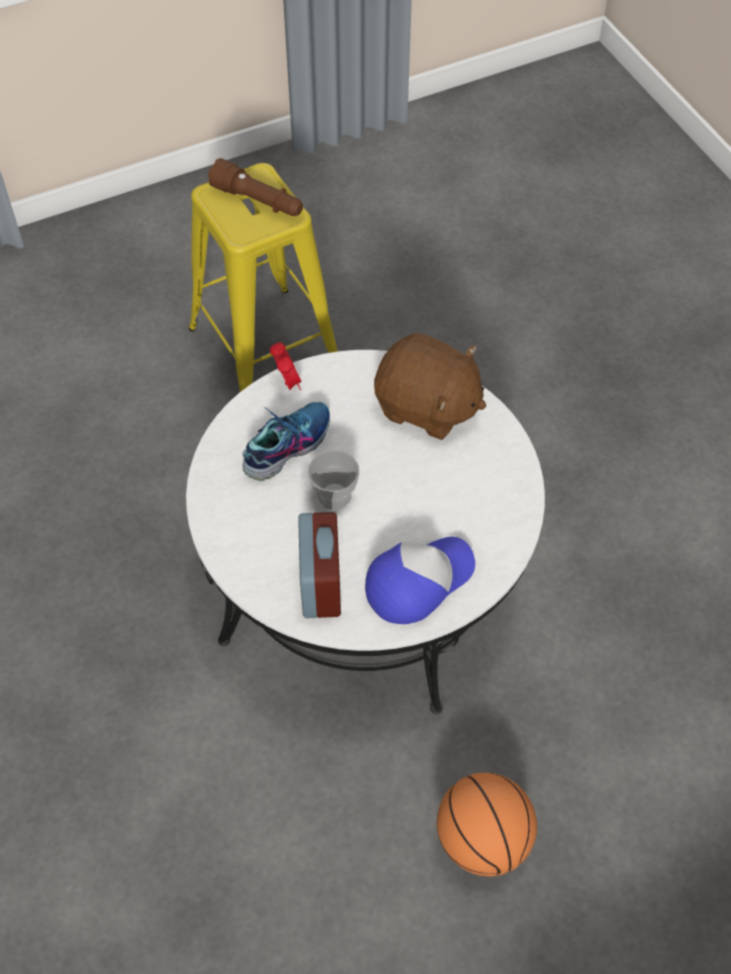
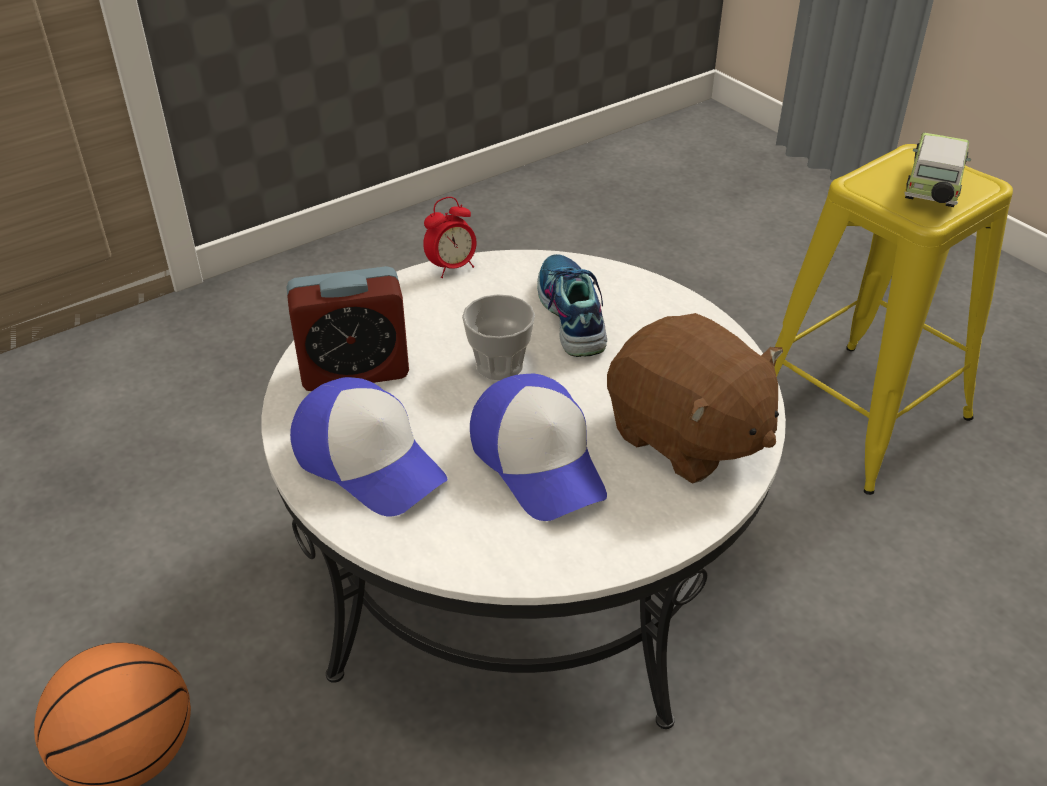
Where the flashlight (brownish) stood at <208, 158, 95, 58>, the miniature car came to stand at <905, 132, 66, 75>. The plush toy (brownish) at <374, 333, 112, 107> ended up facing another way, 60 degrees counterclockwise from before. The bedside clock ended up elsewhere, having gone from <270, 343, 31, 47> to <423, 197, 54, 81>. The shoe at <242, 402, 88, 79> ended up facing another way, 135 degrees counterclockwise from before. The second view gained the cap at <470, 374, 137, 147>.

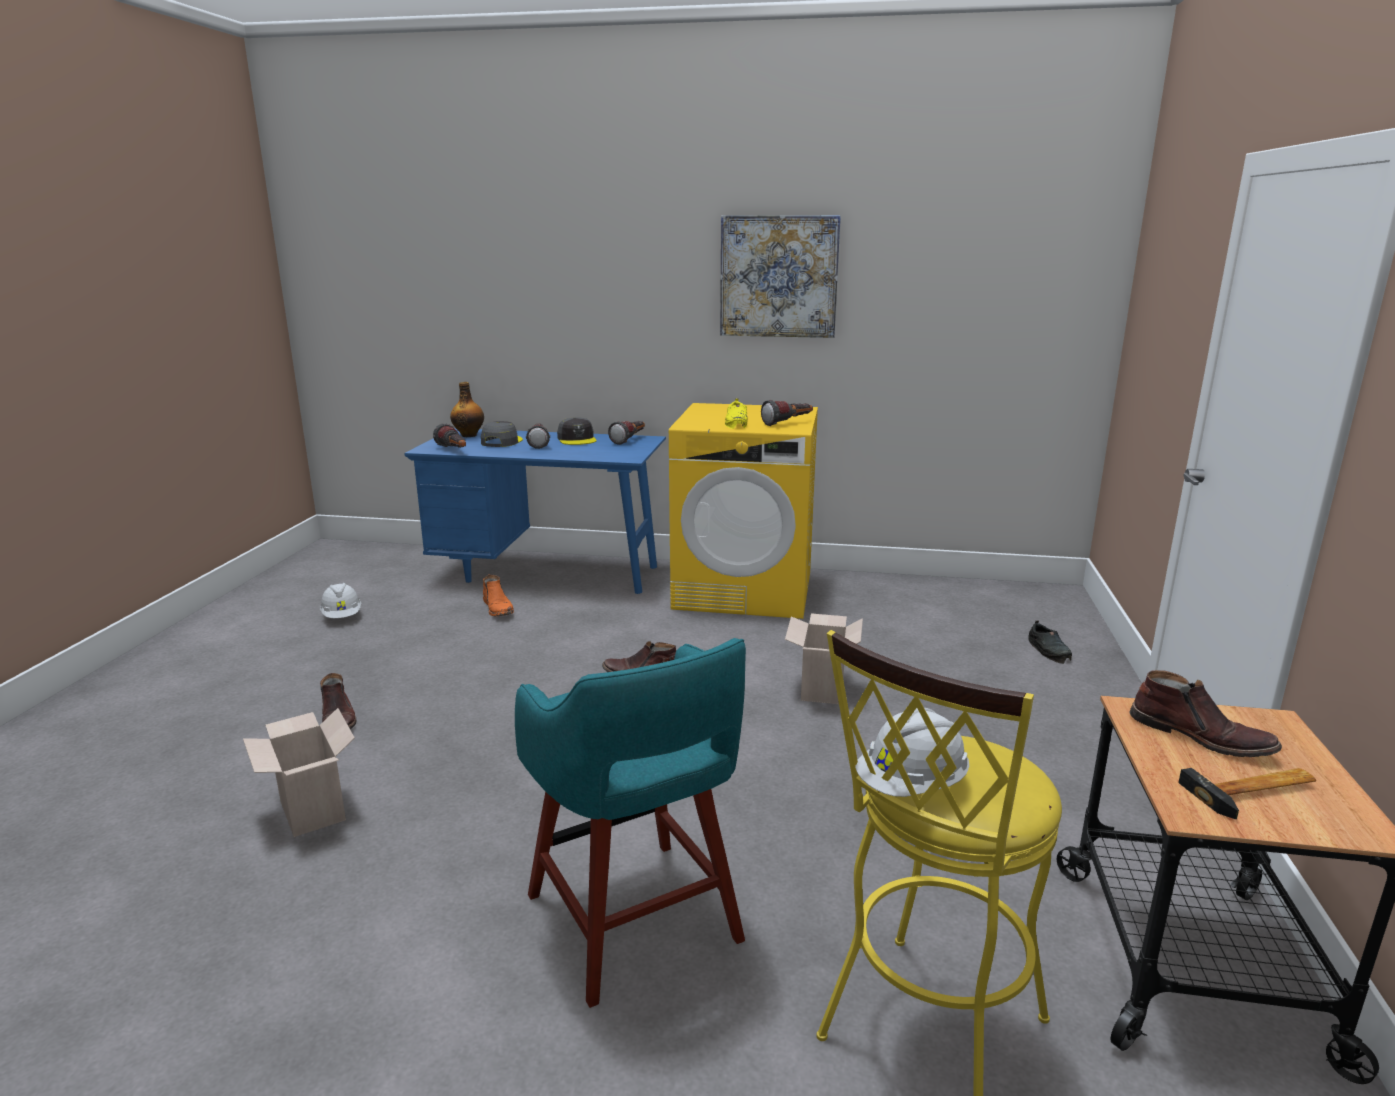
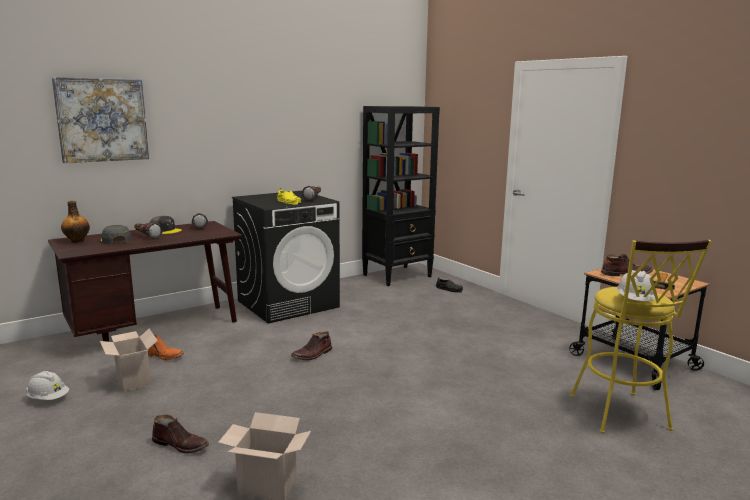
The picture ended up elsewhere, having gone from <720, 215, 121, 123> to <52, 77, 97, 86>. What was the washing machine (yellowish) at <669, 403, 149, 216> turned into the washing machine (black-coloured) at <232, 191, 108, 133>. The second view lost the flashlight at <433, 423, 33, 25>. What was the desk (bluish) at <404, 428, 262, 166> turned into the desk (brownish) at <48, 221, 194, 121>. The packing box ended up elsewhere, having gone from <785, 613, 78, 91> to <100, 329, 58, 63>. The second view lost the stool seat (blue-green) at <515, 638, 231, 370>. The second view gained the shelving unit (black-coloured) at <362, 106, 78, 180>.

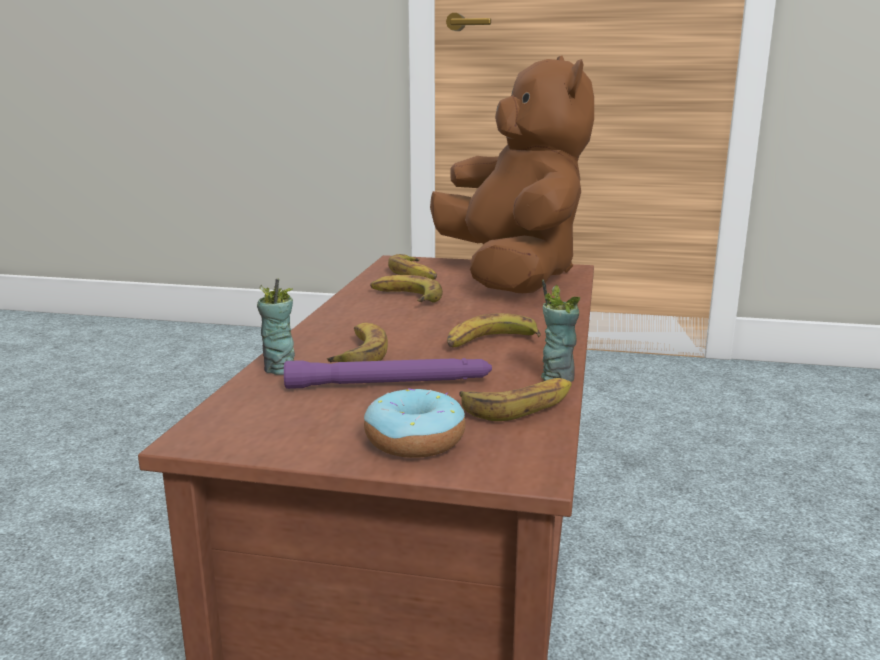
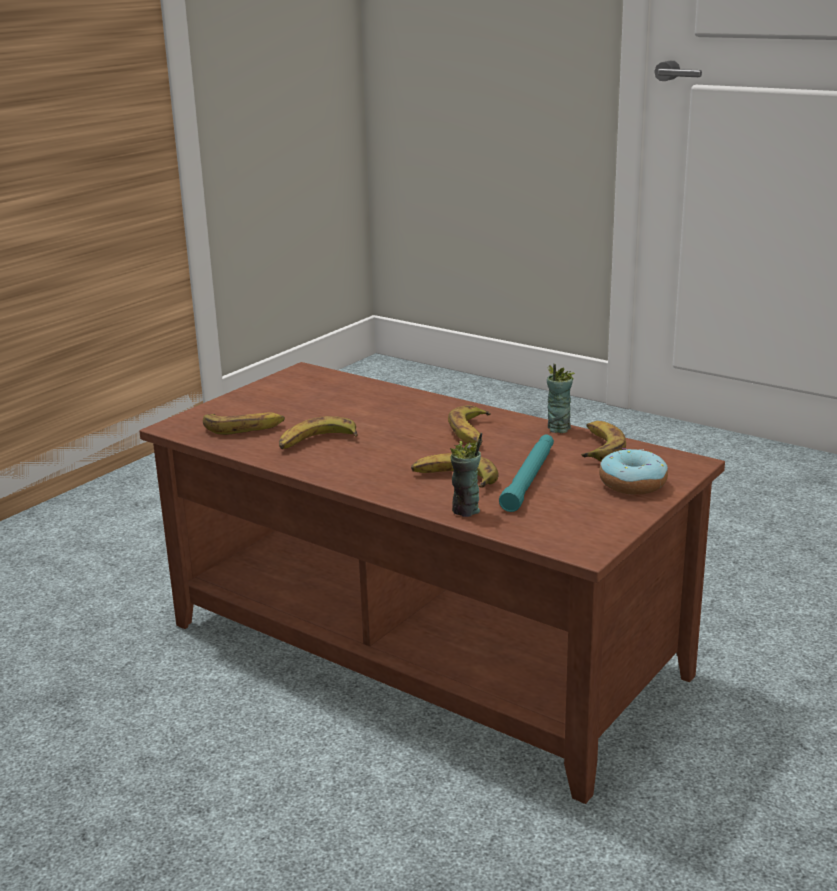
The second view lost the plush toy (brownish) at <430, 56, 164, 237>. What was the flashlight (purple) at <284, 358, 208, 31> turned into the flashlight (blue-green) at <499, 435, 55, 77>.

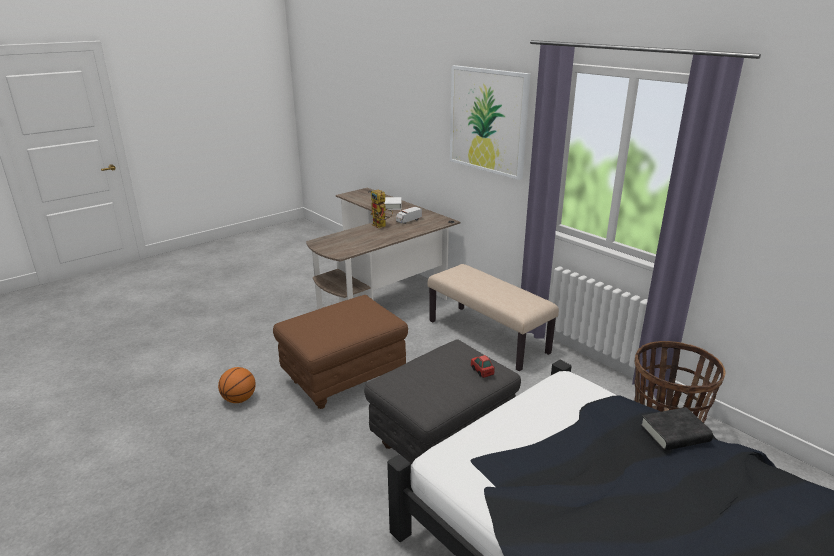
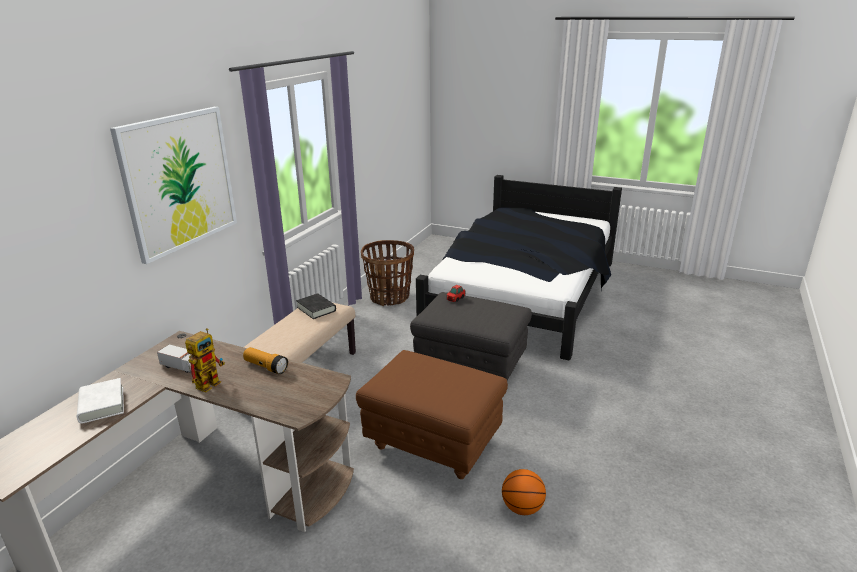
The volume (black-coloured) ended up elsewhere, having gone from <640, 407, 73, 44> to <296, 294, 40, 25>. The second view gained the flashlight at <243, 347, 45, 27>.

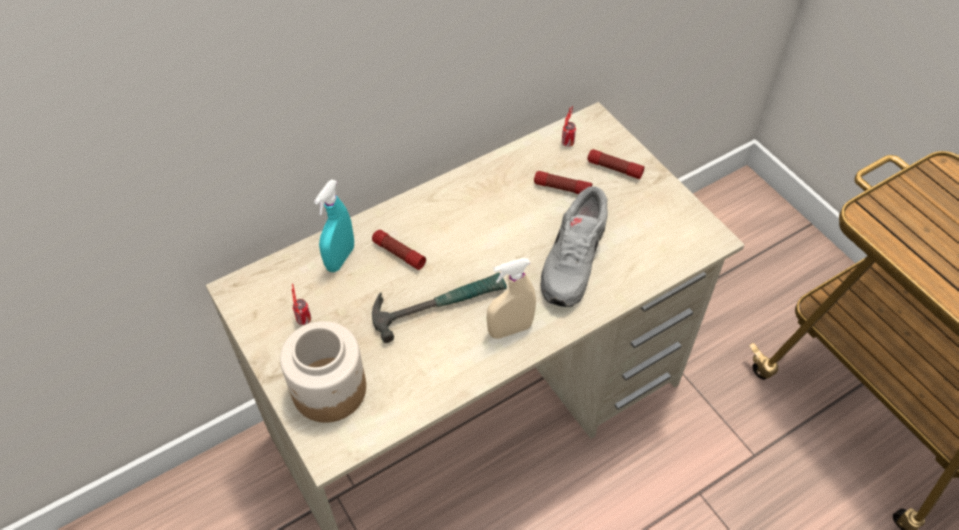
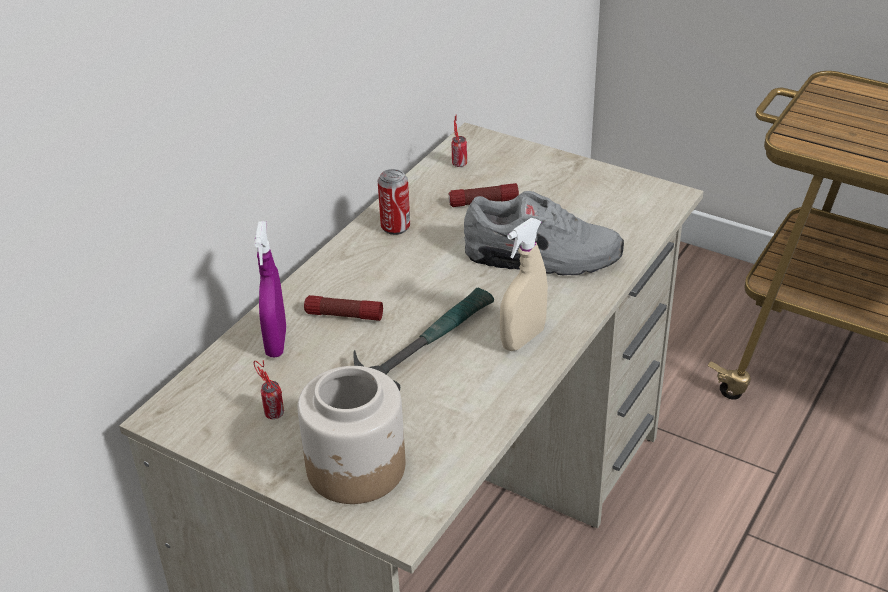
The second view lost the flashlight at <587, 149, 58, 30>. What was the spray bottle (blue-green) at <314, 179, 40, 93> turned into the spray bottle (purple) at <254, 221, 32, 136>. The shoe (gray) at <541, 187, 67, 120> ended up facing another way, 75 degrees counterclockwise from before. The second view gained the sealed can at <377, 169, 33, 66>.

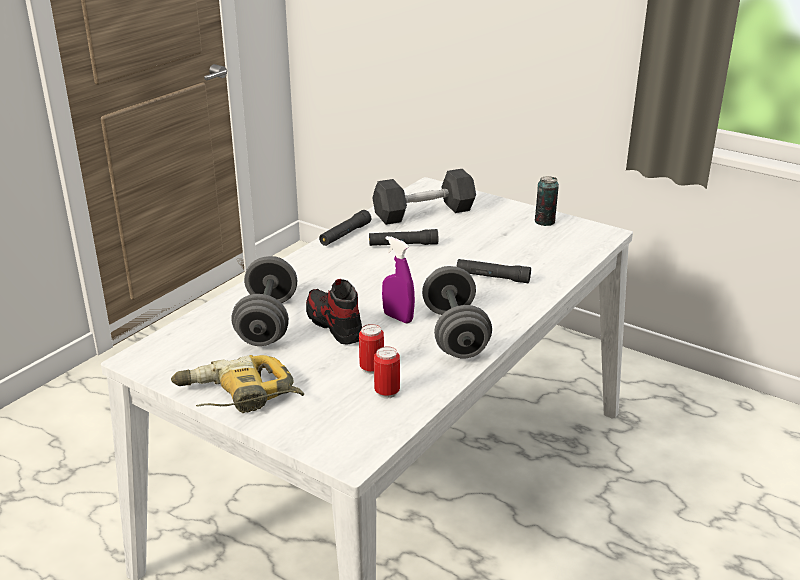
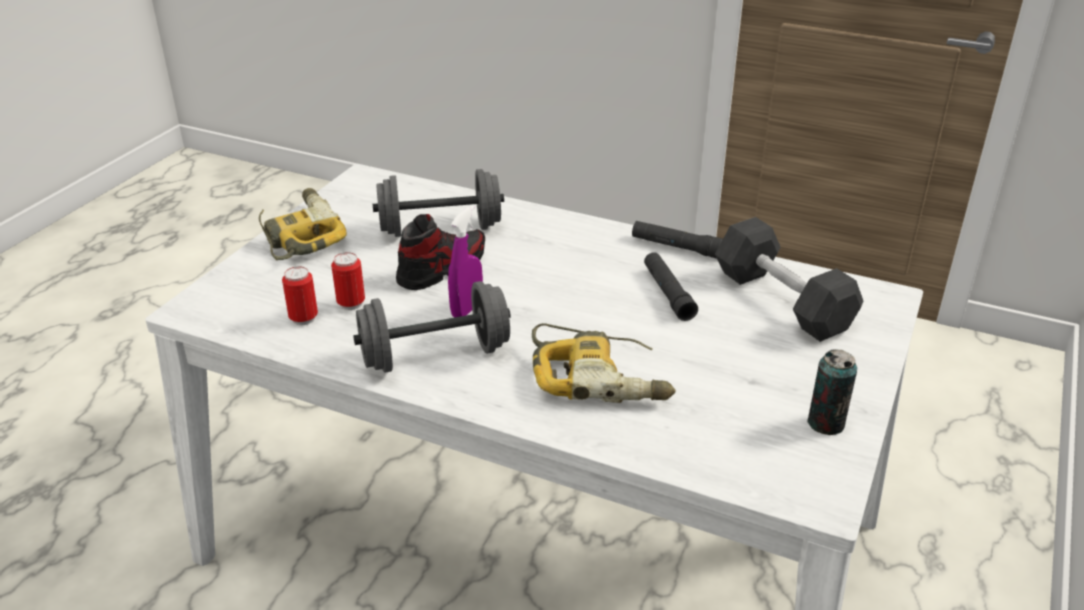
Where the flashlight (black-coloured) stood at <456, 259, 75, 24>, the power drill came to stand at <532, 323, 144, 80>.

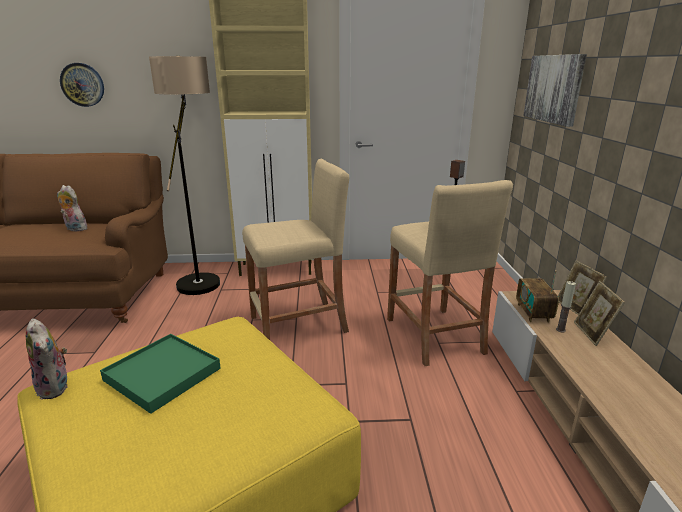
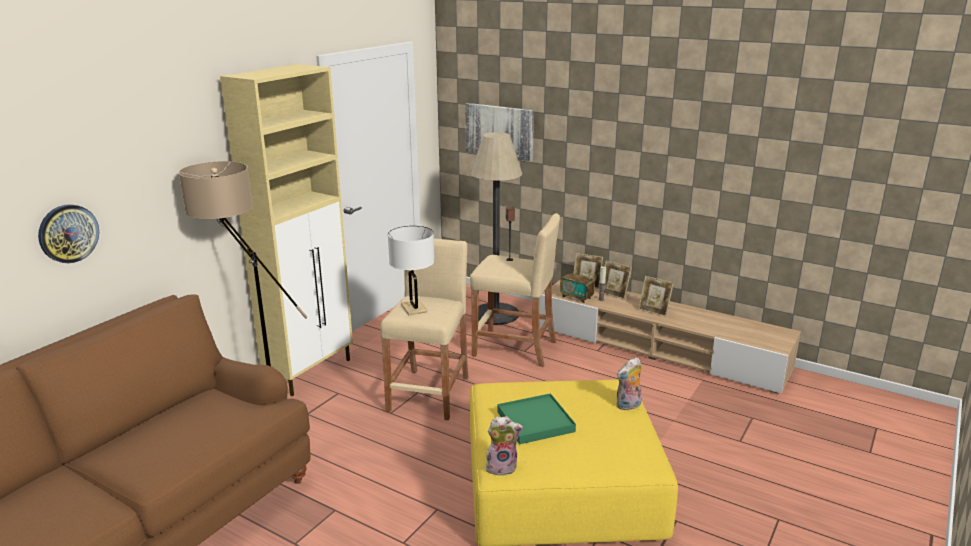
The plush toy ended up elsewhere, having gone from <57, 185, 30, 47> to <616, 357, 26, 54>. The second view gained the standard lamp at <471, 132, 51, 193>. The second view gained the tabletop lamp (white-coloured) at <388, 226, 47, 89>. The second view gained the picture frame at <638, 276, 36, 41>.

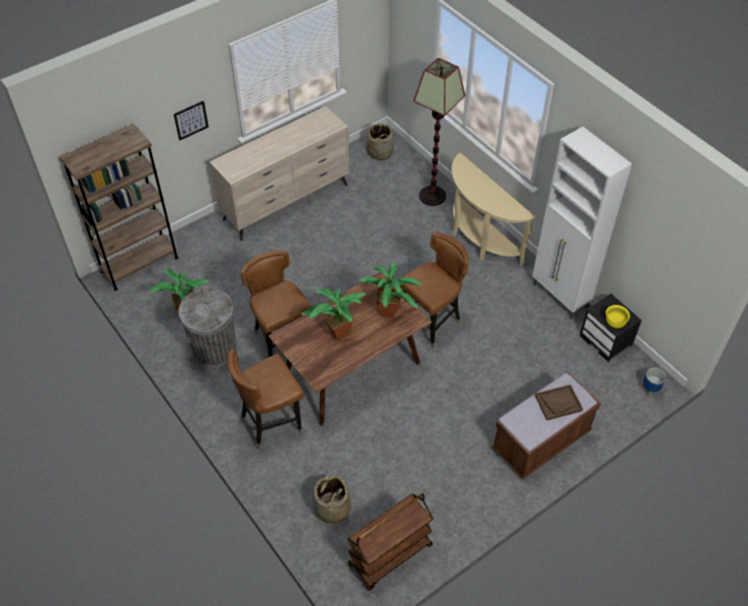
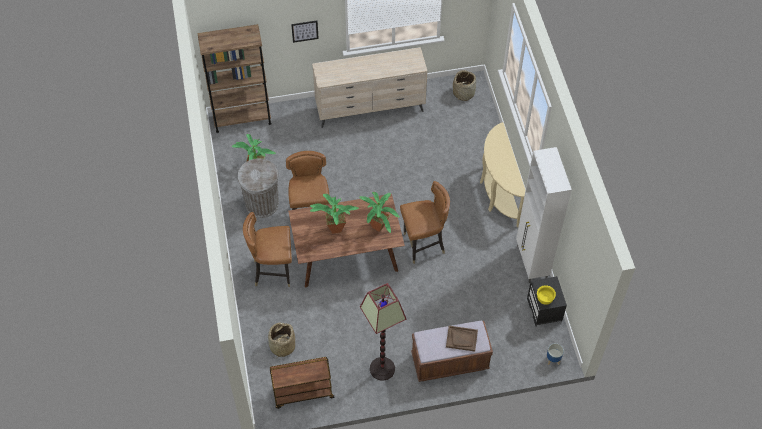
The standard lamp ended up elsewhere, having gone from <413, 58, 52, 148> to <360, 283, 47, 98>.

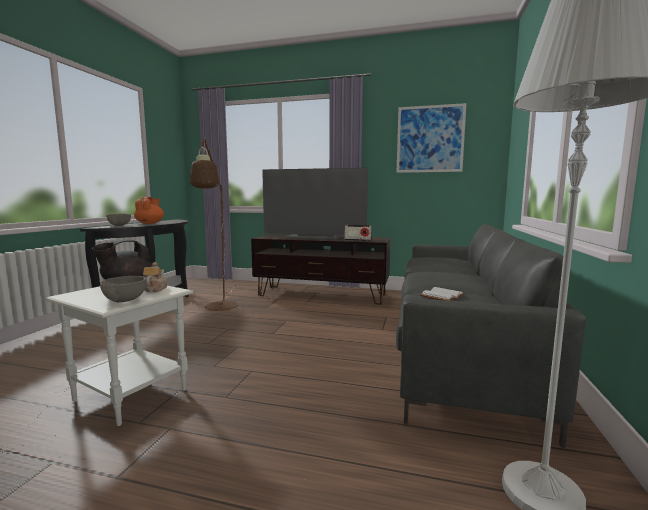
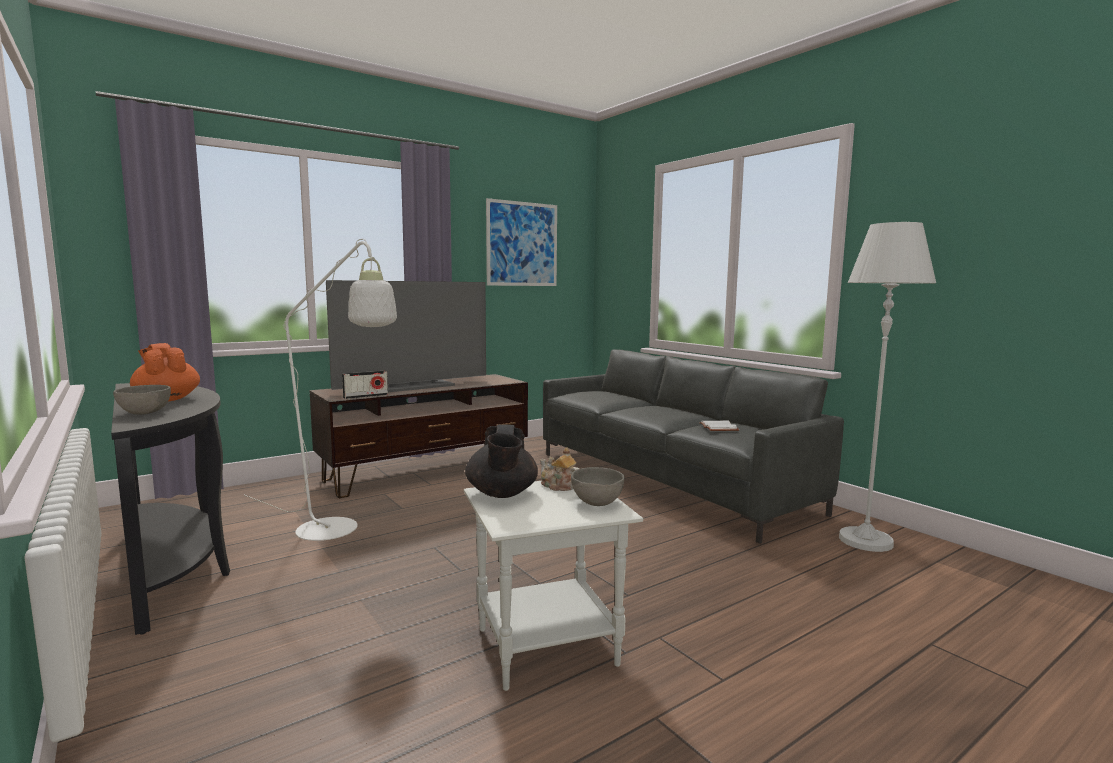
What was the standard lamp (brownish) at <190, 137, 48, 174> turned into the standard lamp (white-coloured) at <245, 239, 152, 302>. The radio receiver ended up elsewhere, having gone from <345, 225, 27, 16> to <342, 371, 46, 28>.

